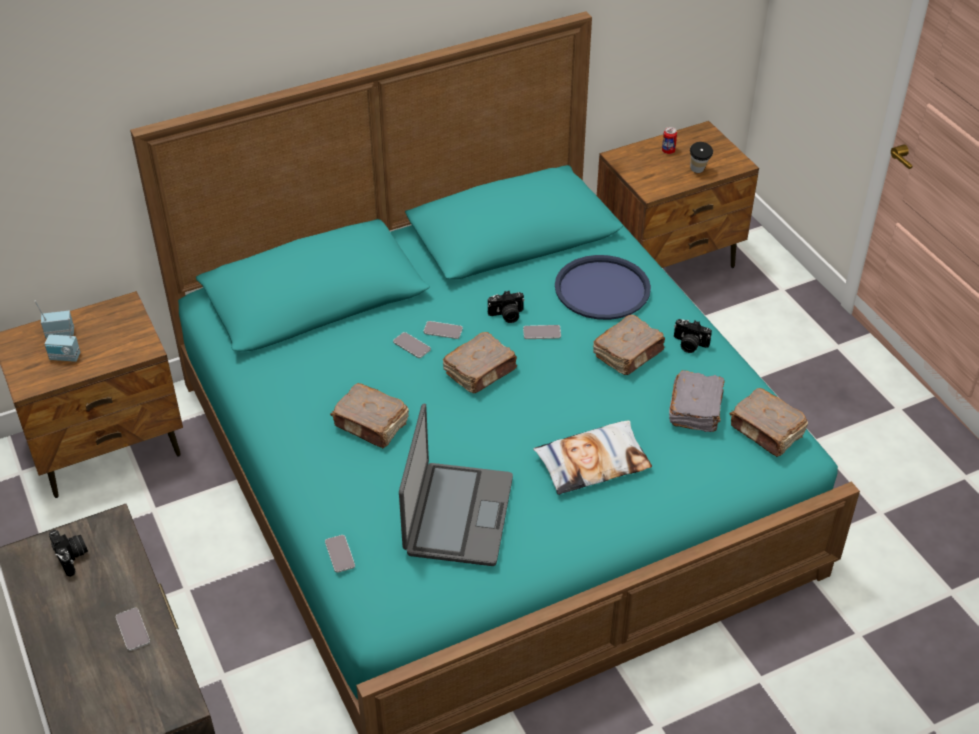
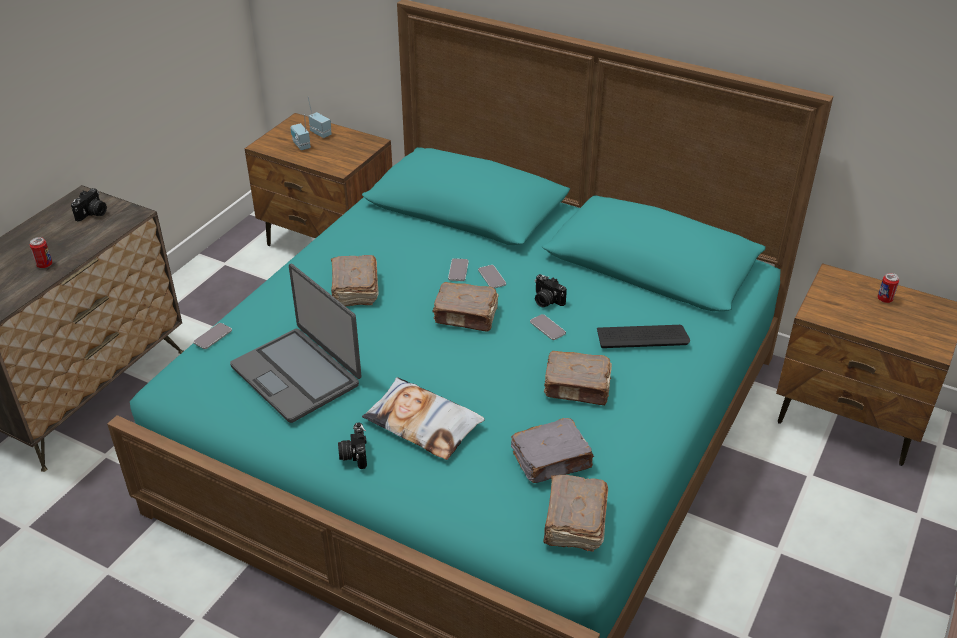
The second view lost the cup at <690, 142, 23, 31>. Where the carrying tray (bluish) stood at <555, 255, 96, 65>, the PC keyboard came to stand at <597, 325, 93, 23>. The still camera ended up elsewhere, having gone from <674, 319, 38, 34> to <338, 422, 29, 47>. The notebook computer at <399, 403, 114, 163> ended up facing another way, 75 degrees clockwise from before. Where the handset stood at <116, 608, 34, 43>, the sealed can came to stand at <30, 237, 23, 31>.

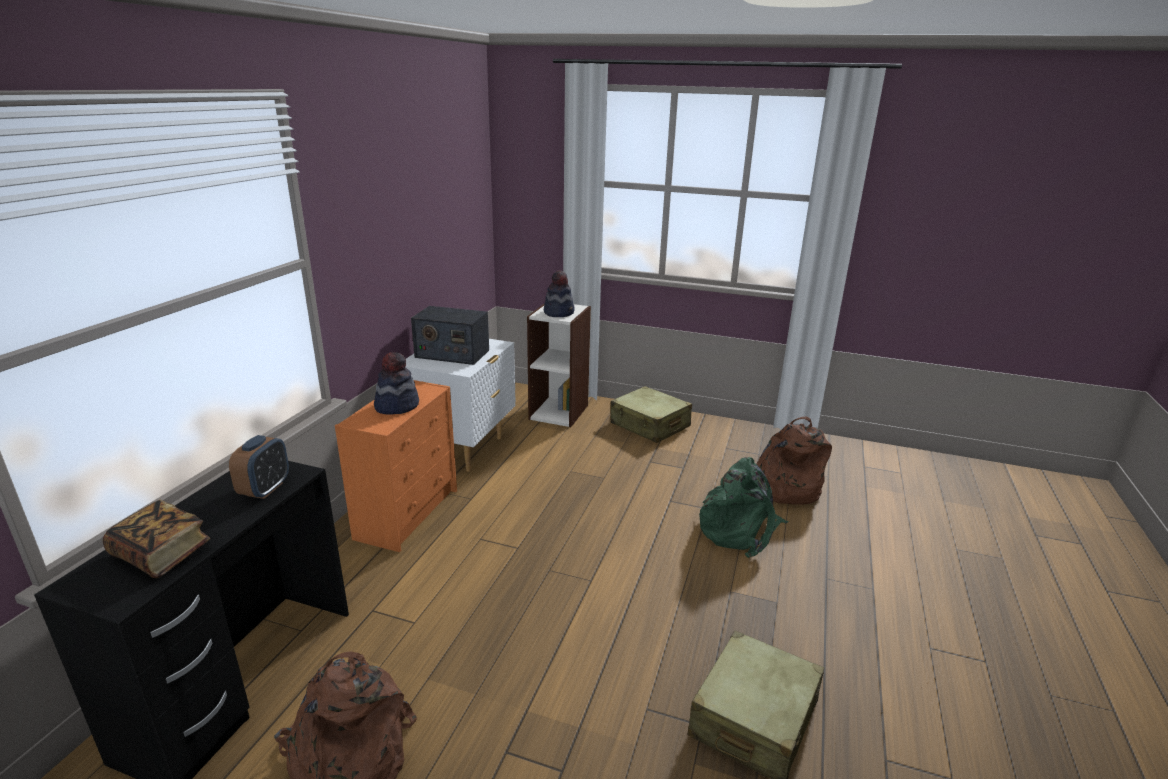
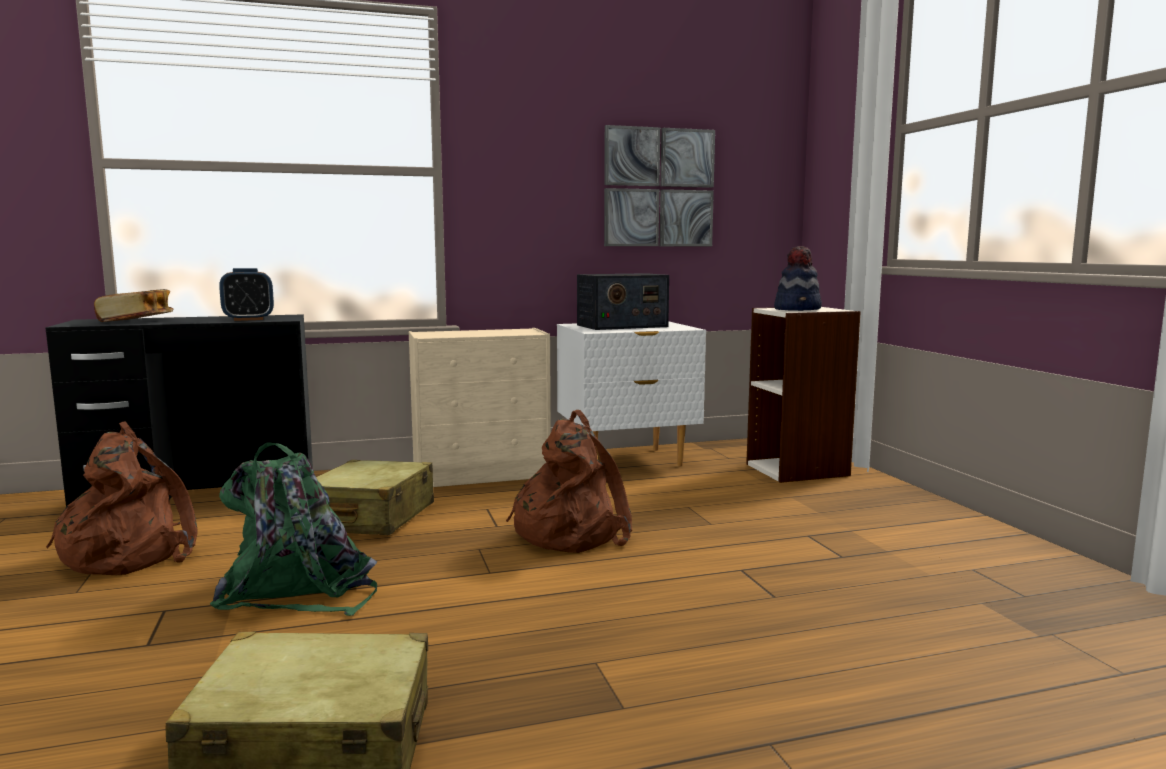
The radio receiver at <411, 306, 78, 59> ended up facing another way, 90 degrees counterclockwise from before. The second view lost the clothing hat at <374, 352, 45, 62>. What was the chest of drawers (orange-coloured) at <335, 380, 122, 172> turned into the chest of drawers (sand-coloured) at <409, 328, 142, 159>. The piece of luggage (sand-coloured) ended up elsewhere, having gone from <611, 386, 81, 57> to <316, 460, 118, 75>. The knapsack (brownish) ended up elsewhere, having gone from <757, 417, 75, 88> to <506, 410, 126, 143>. The knapsack (green) ended up elsewhere, having gone from <699, 457, 89, 101> to <210, 442, 167, 174>. The second view gained the picture at <604, 125, 111, 121>.

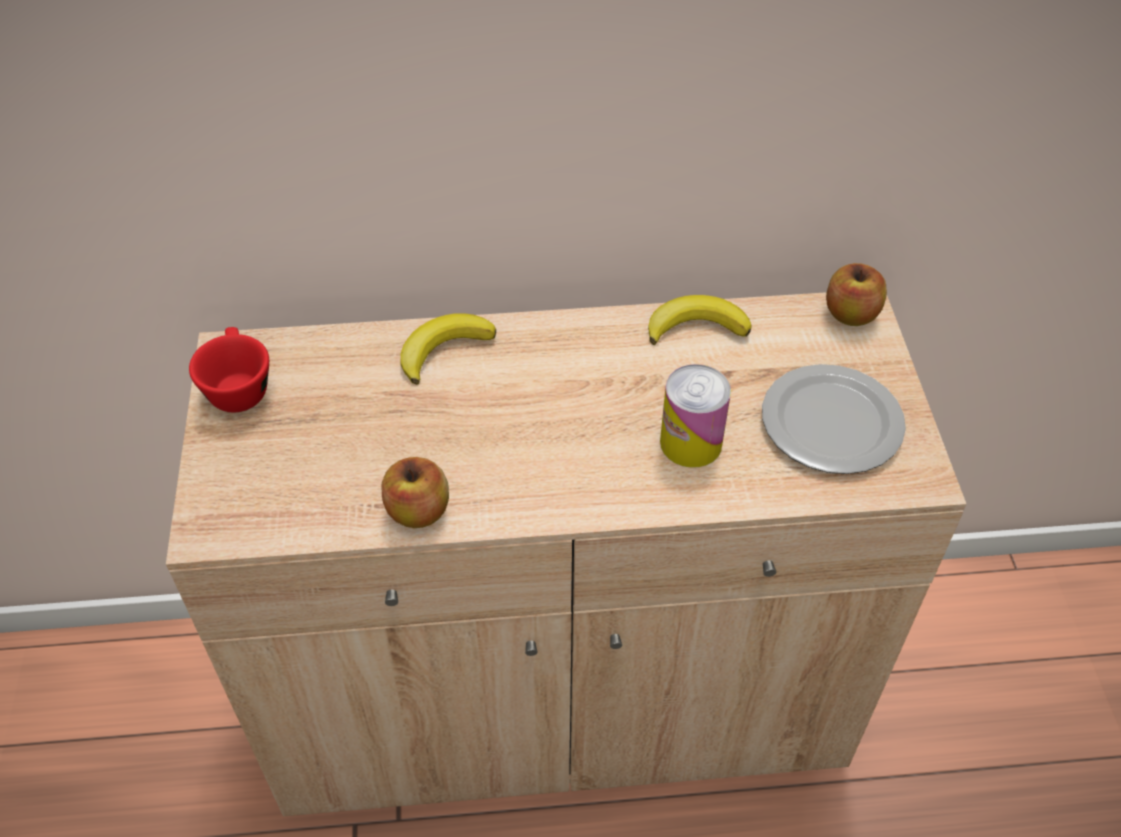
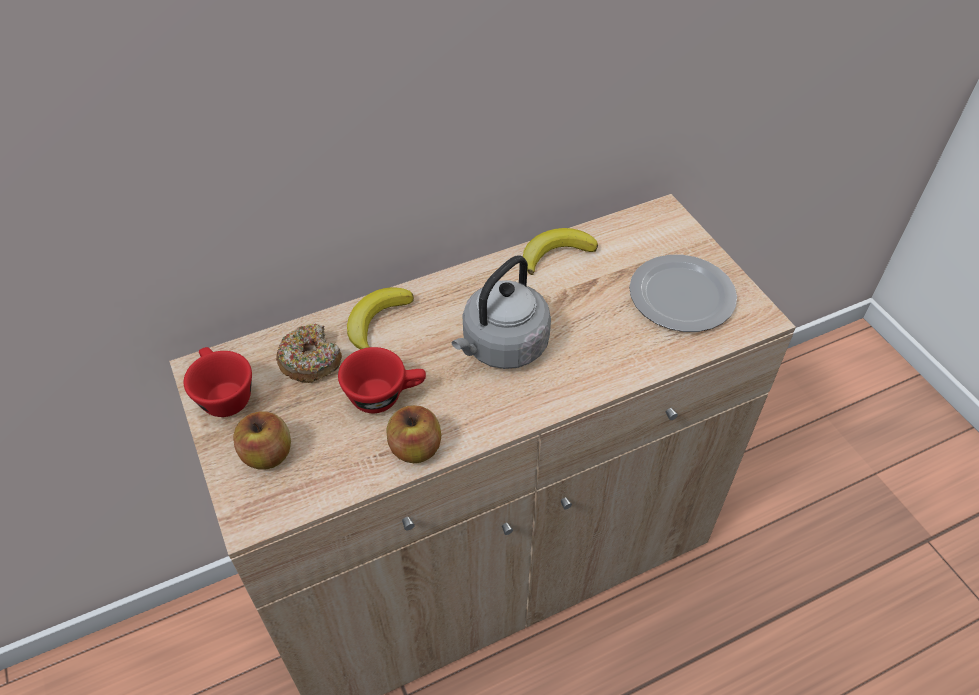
The apple fruit ended up elsewhere, having gone from <826, 263, 61, 63> to <233, 411, 58, 59>. The second view lost the sealed can at <660, 364, 71, 104>. The second view gained the water kettle (gray) at <452, 255, 99, 114>. The second view gained the doughnut at <276, 323, 66, 60>. The second view gained the cup (red) at <338, 347, 88, 66>.

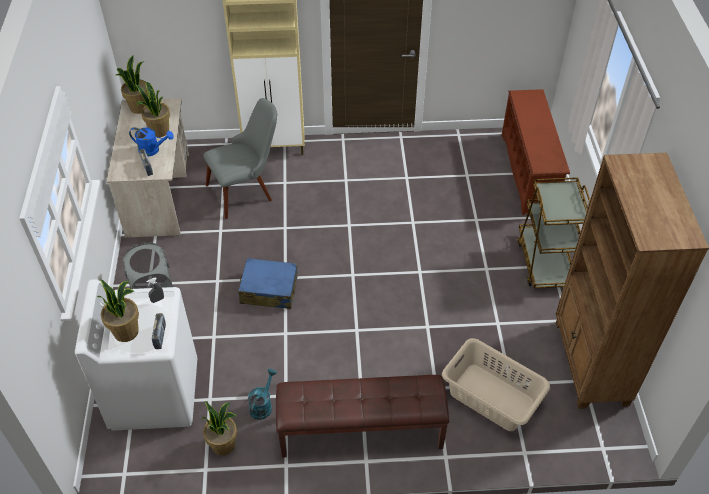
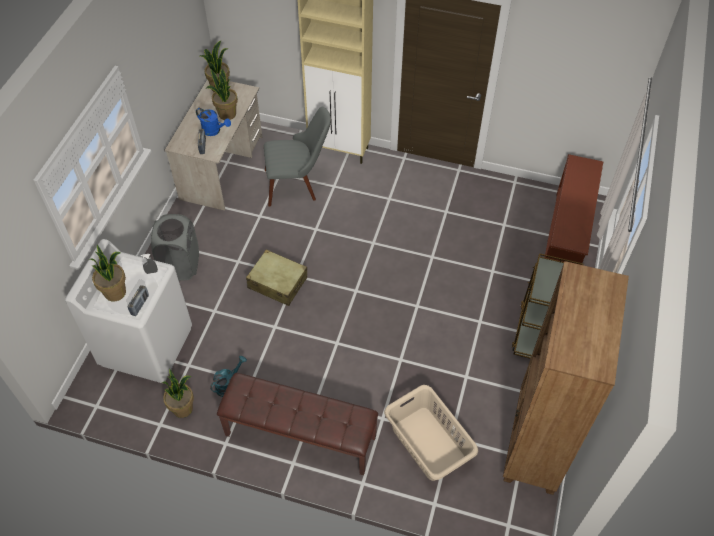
What was the piece of luggage (bluish) at <238, 258, 59, 51> turned into the piece of luggage (sand-coloured) at <246, 249, 61, 57>.

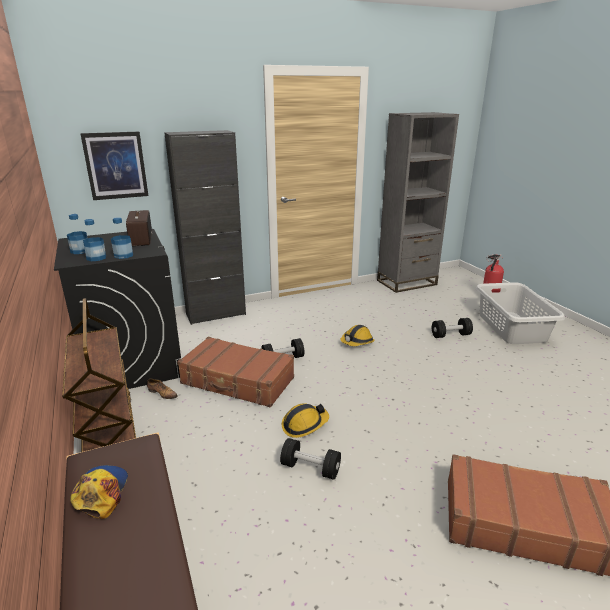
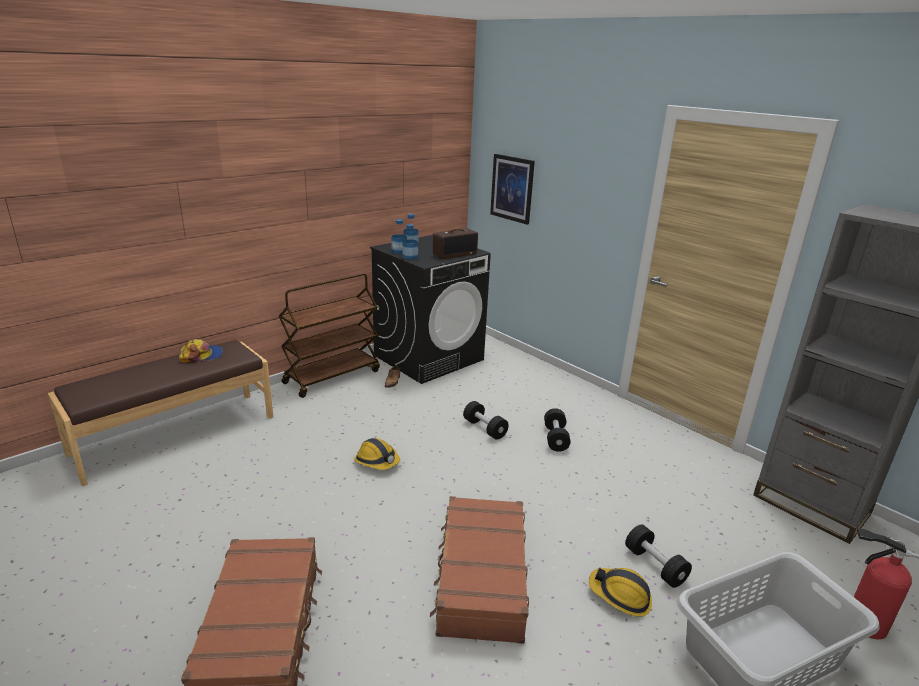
The second view lost the storage cabinet (black-coloured) at <164, 130, 82, 195>. The hard hat ended up elsewhere, having gone from <340, 325, 35, 21> to <589, 567, 63, 50>. The piece of luggage (brownish) ended up elsewhere, having gone from <177, 337, 117, 70> to <430, 496, 99, 148>. The dumbbell (black-coloured) ended up elsewhere, having gone from <280, 438, 61, 42> to <544, 408, 27, 44>.

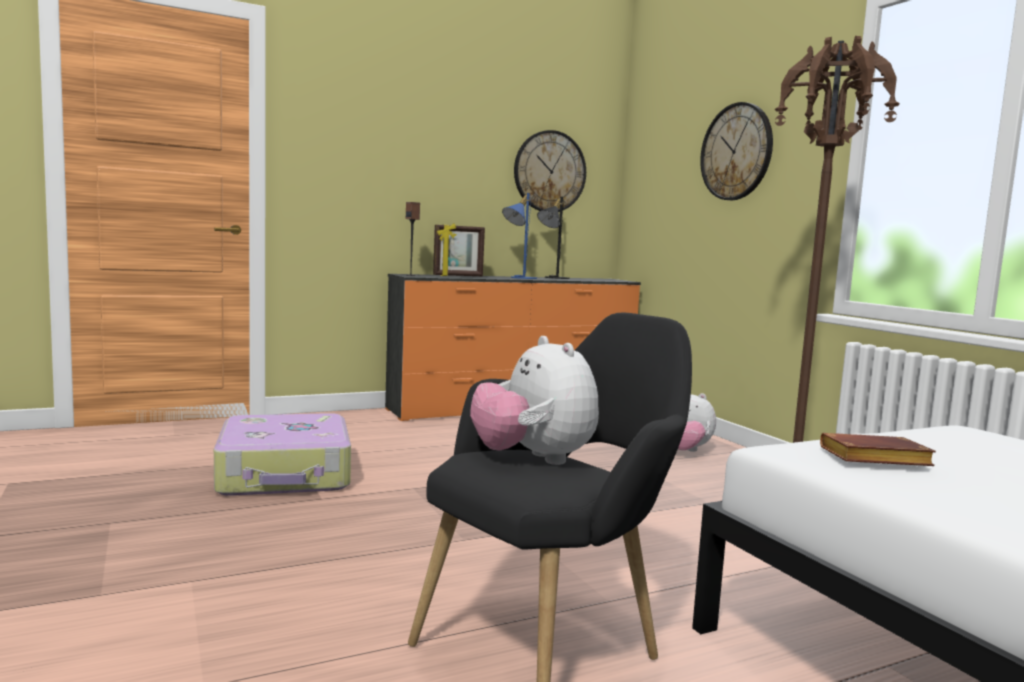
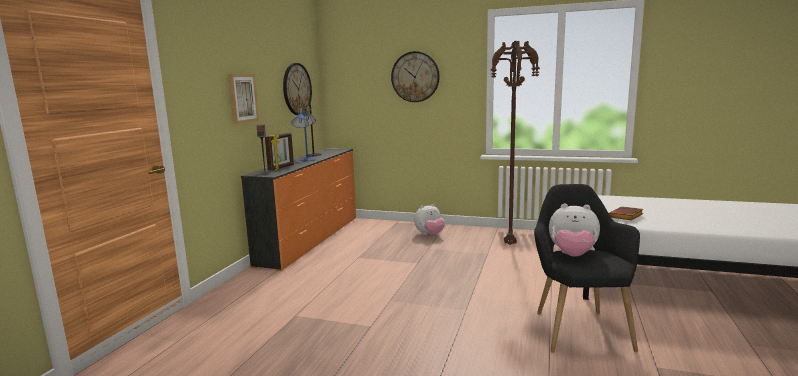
The second view lost the piece of luggage at <214, 413, 137, 83>. The second view gained the picture at <228, 74, 31, 50>.

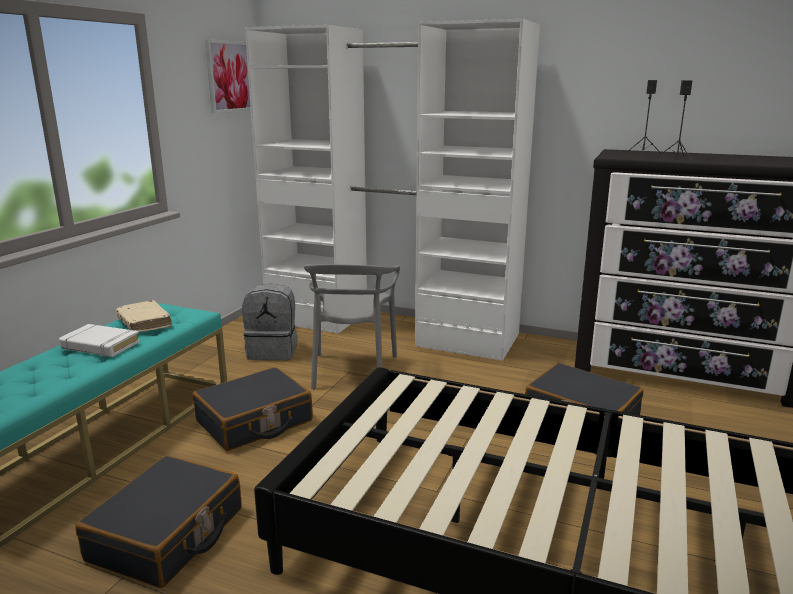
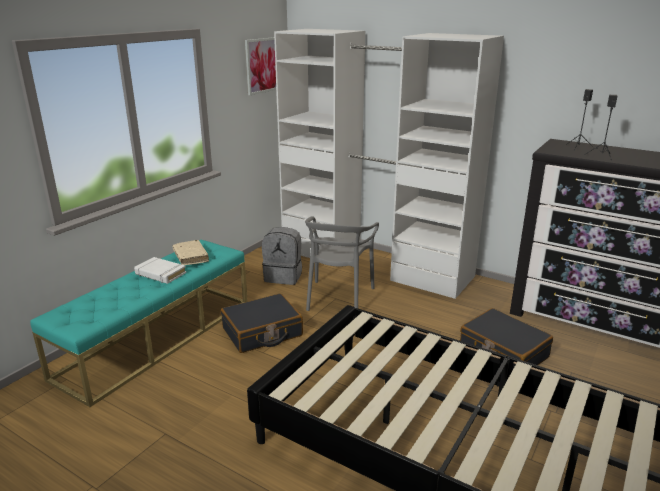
The second view lost the piece of luggage (black-coloured) at <75, 456, 167, 132>.

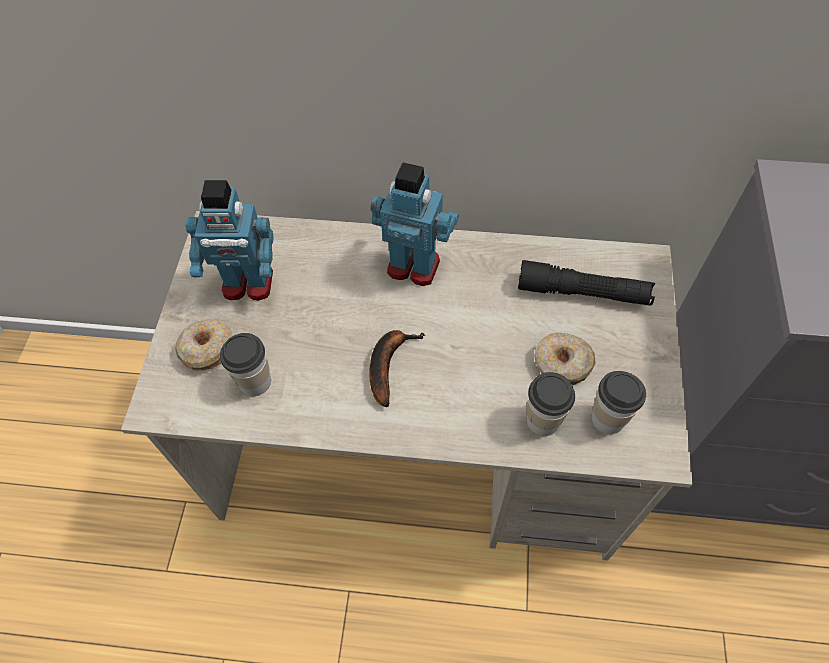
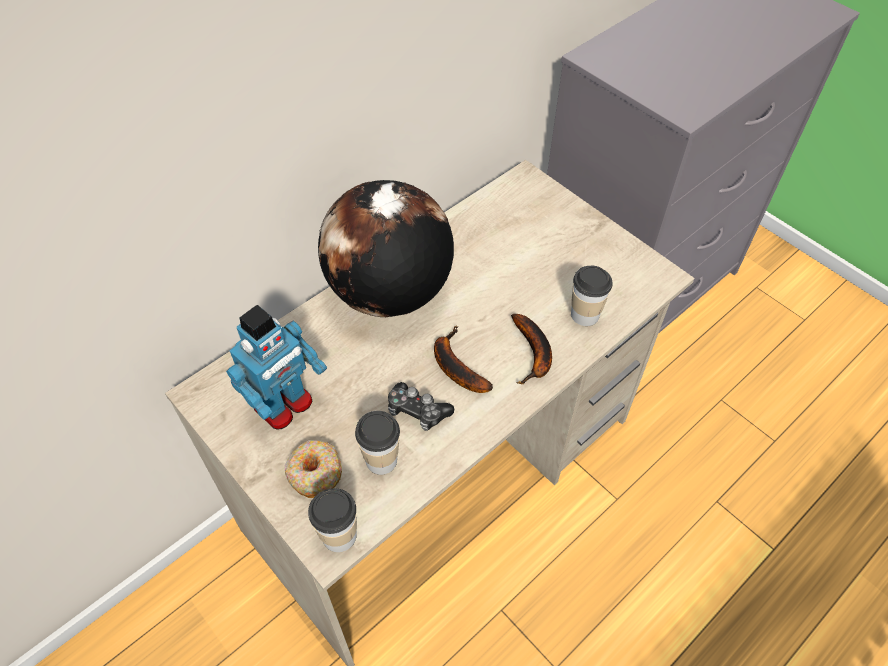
Where the robot figure stood at <370, 162, 89, 124>, the globe came to stand at <318, 180, 136, 137>. The second view lost the flashlight (black-coloured) at <518, 260, 137, 46>. The second view lost the doughnut at <534, 332, 62, 53>. The cup ended up elsewhere, having gone from <591, 371, 55, 63> to <308, 488, 49, 64>. The second view gained the banana fruit at <511, 314, 41, 71>. The second view gained the game controller at <388, 382, 66, 49>.

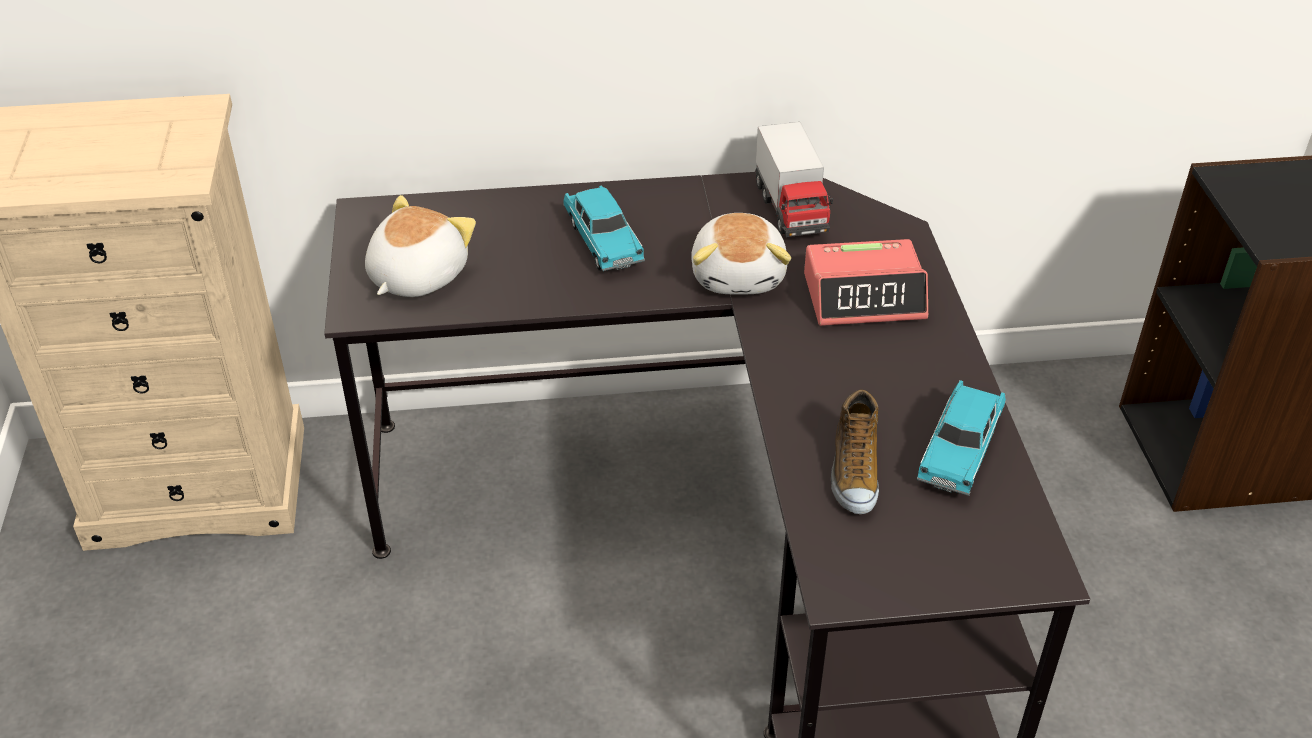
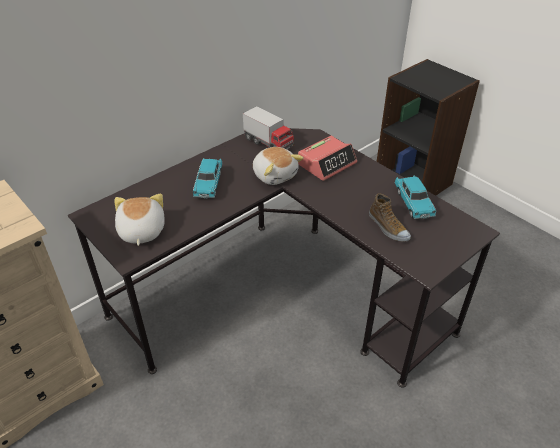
The miniature car (blue-green) at <563, 186, 82, 85> ended up facing another way, 60 degrees clockwise from before.

